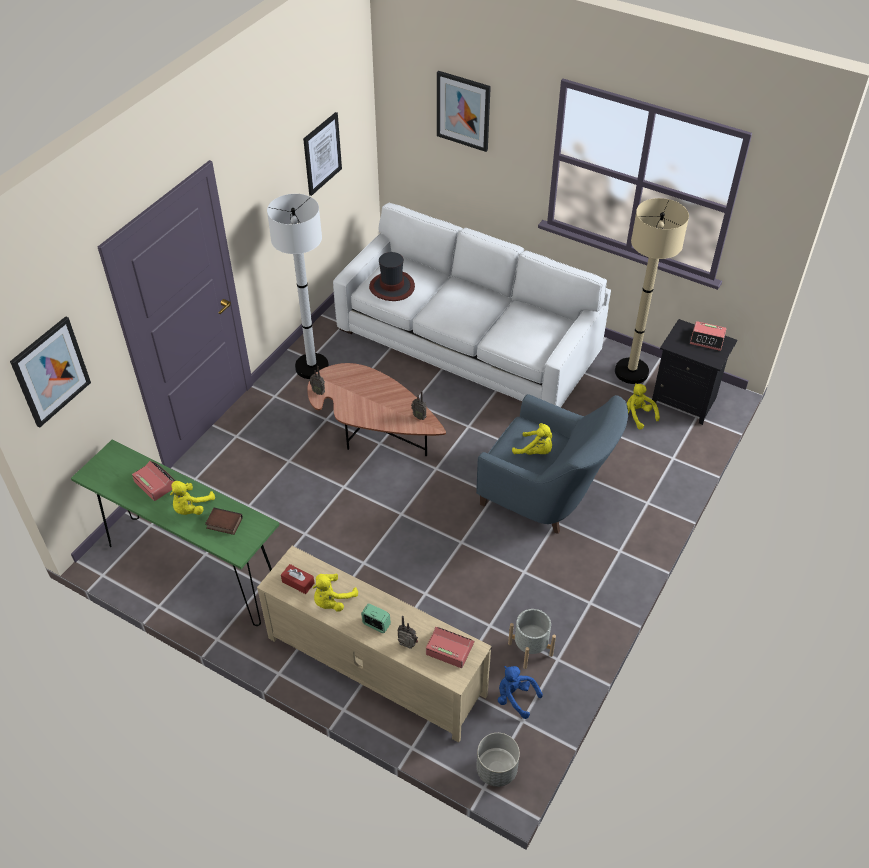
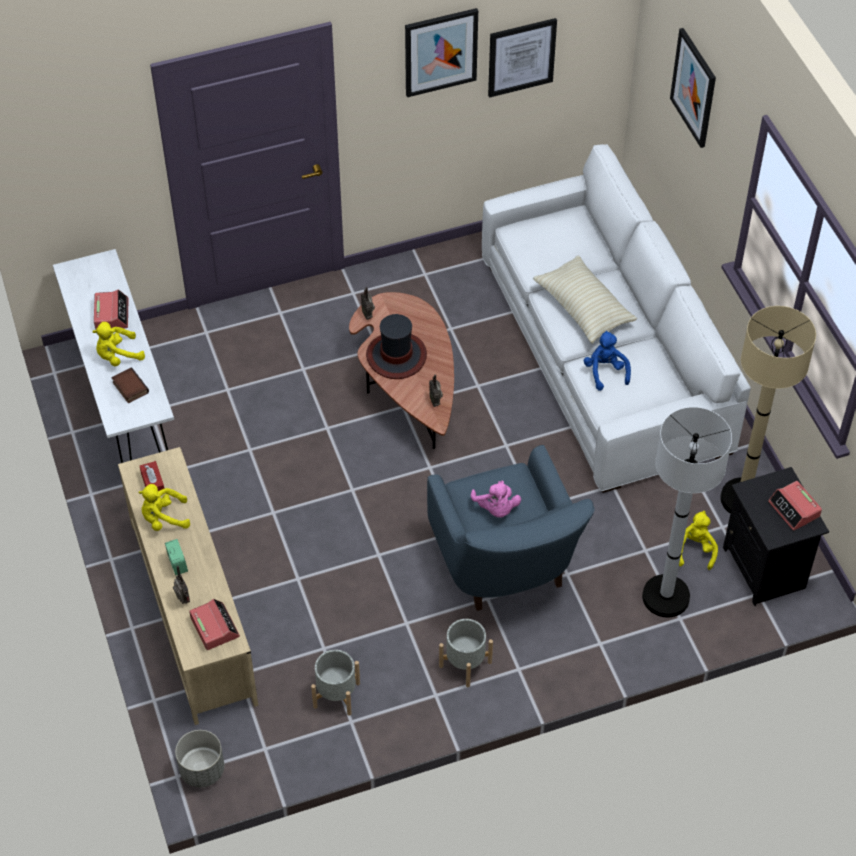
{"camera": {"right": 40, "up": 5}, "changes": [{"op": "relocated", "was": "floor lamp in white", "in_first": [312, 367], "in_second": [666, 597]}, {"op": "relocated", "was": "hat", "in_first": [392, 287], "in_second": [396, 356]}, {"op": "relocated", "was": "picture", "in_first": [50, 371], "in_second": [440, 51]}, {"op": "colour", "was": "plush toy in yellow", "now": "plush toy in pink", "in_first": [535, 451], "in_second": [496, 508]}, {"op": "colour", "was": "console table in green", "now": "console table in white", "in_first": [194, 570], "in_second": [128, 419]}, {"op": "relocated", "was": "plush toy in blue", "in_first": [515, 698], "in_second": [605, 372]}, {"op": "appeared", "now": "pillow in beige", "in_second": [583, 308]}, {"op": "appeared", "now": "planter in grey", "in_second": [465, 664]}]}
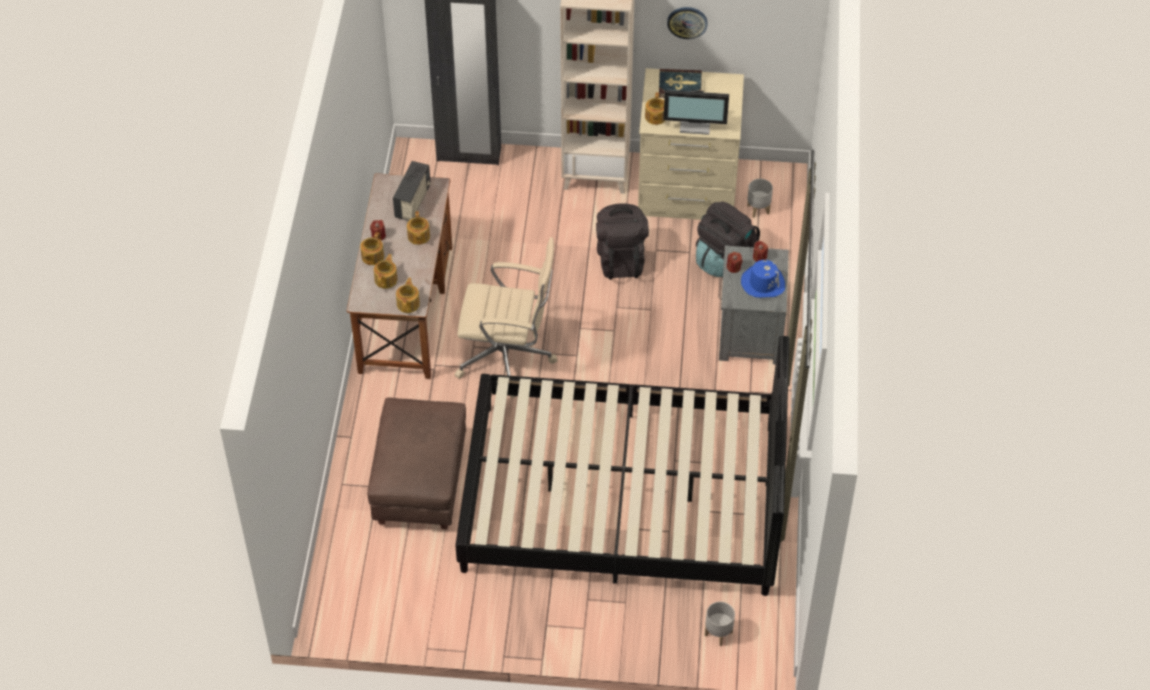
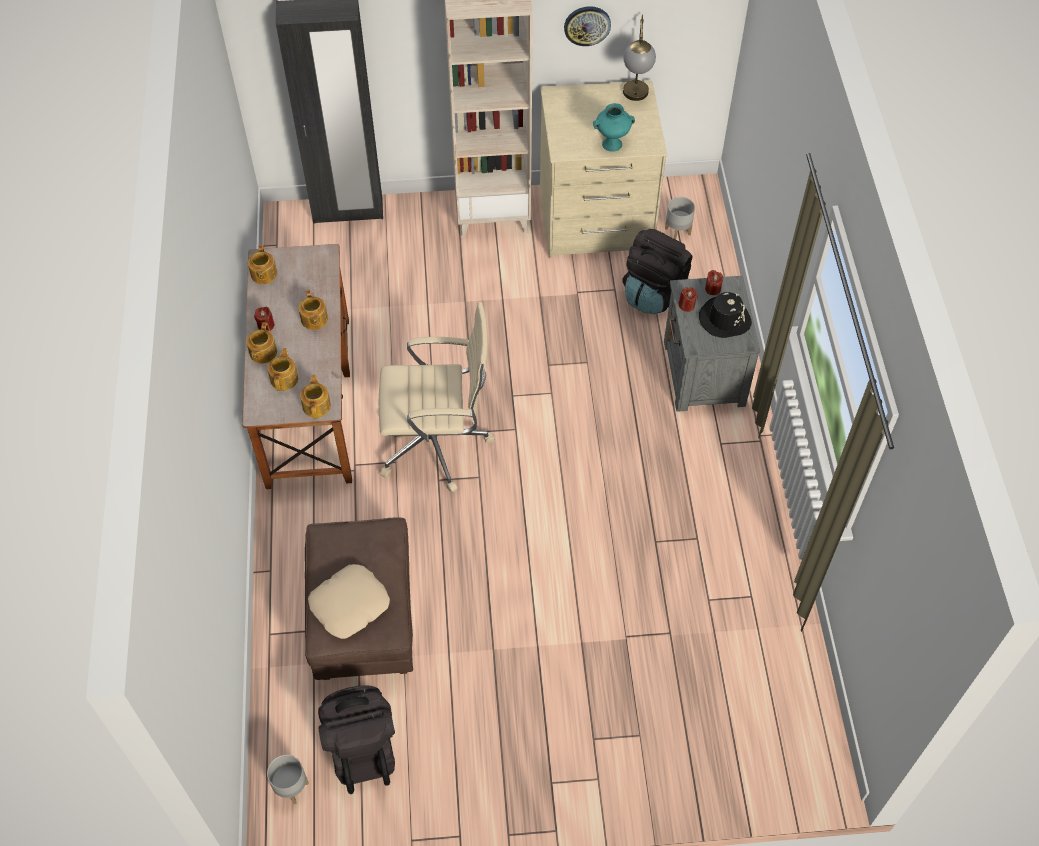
{"camera": {"right": -10, "up": 5}, "changes": [{"op": "missing", "was": "book", "in_first": [680, 86]}, {"op": "exchanged", "was": "monitor", "now": "vase in turquoise", "in_first": [695, 124], "in_second": [612, 144]}, {"op": "relocated", "was": "teapot", "in_first": [655, 117], "in_second": [263, 275]}, {"op": "missing", "was": "radio", "in_first": [413, 202]}, {"op": "relocated", "was": "backpack in black", "in_first": [621, 259], "in_second": [362, 748]}, {"op": "colour", "was": "hat in blue", "now": "hat in black", "in_first": [763, 283], "in_second": [724, 319]}, {"op": "missing", "was": "bed in black", "in_first": [622, 499]}, {"op": "relocated", "was": "planter in grey", "in_first": [718, 634], "in_second": [291, 788]}, {"op": "appeared", "now": "table lamp", "in_second": [635, 98]}, {"op": "appeared", "now": "pillow in beige", "in_second": [350, 605]}]}
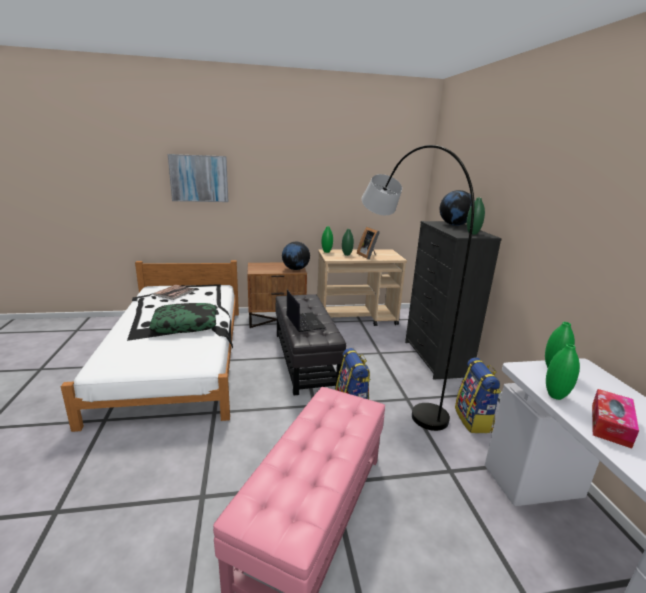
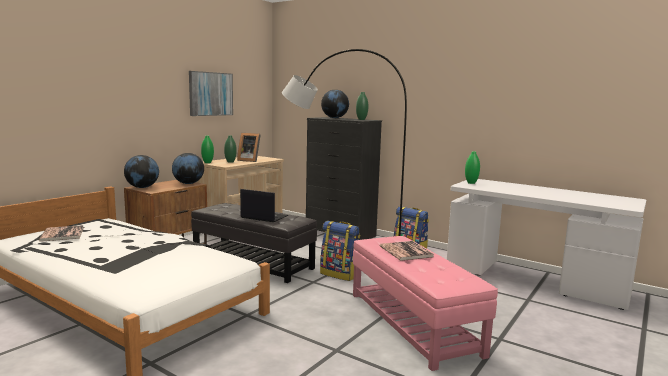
{"camera": {"right": -45, "up": -10}, "changes": [{"op": "relocated", "was": "picture", "in_first": [199, 178], "in_second": [210, 94]}, {"op": "missing", "was": "pillow", "in_first": [185, 324]}, {"op": "missing", "was": "vase in green", "in_first": [555, 396]}, {"op": "missing", "was": "tissue box", "in_first": [610, 424]}, {"op": "appeared", "now": "globe", "in_second": [142, 187]}, {"op": "appeared", "now": "book", "in_second": [406, 251]}]}
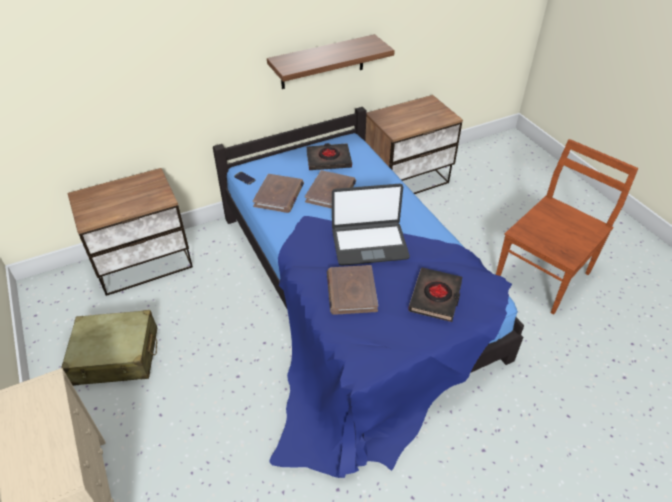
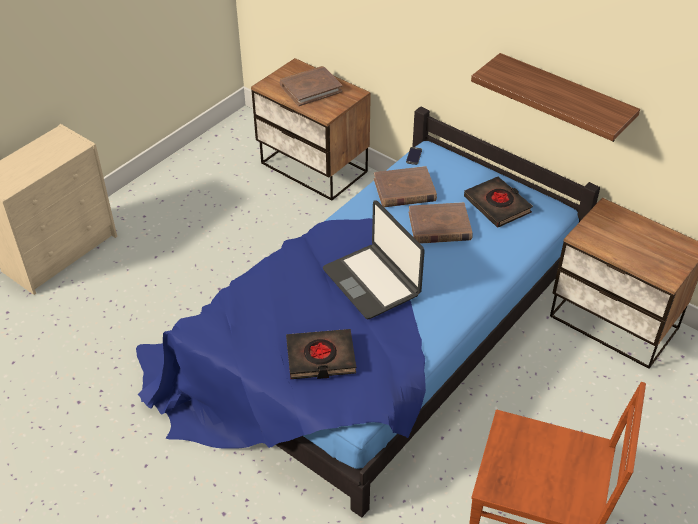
{"camera": {"right": 65, "up": 0}, "changes": [{"op": "relocated", "was": "book in brown", "in_first": [351, 292], "in_second": [310, 88]}, {"op": "missing", "was": "suitcase in beige", "in_first": [117, 356]}]}
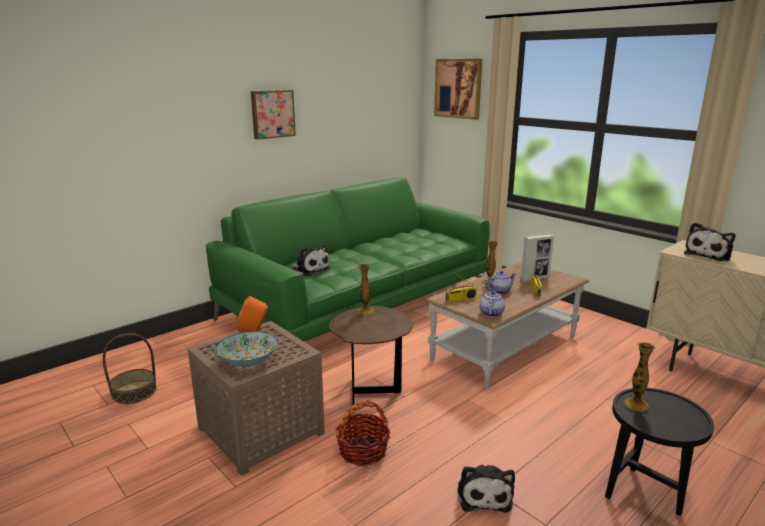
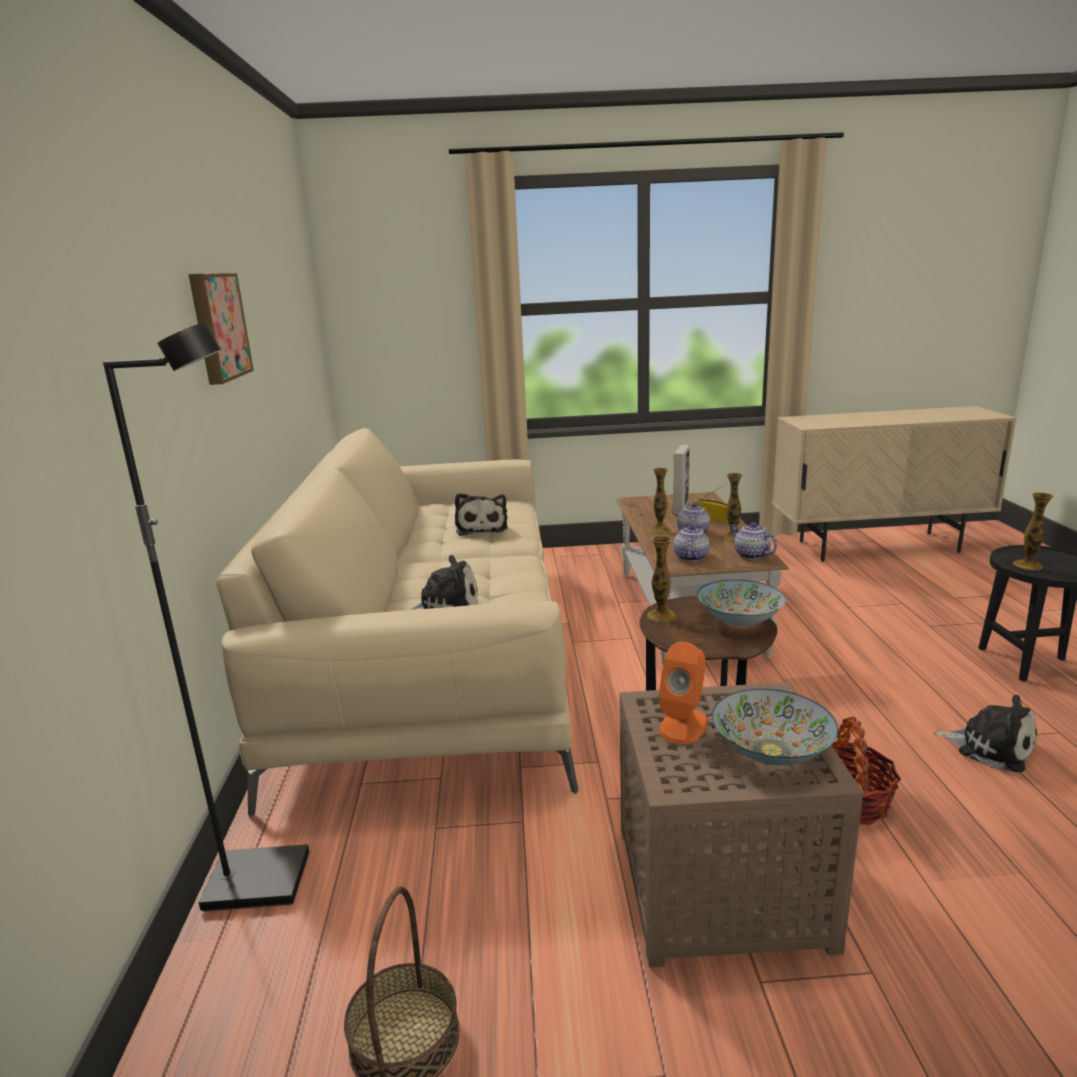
{"camera": {"right": -50, "up": 0}, "changes": [{"op": "missing", "was": "picture", "in_first": [458, 88]}, {"op": "colour", "was": "sofa in green", "now": "sofa in beige", "in_first": [360, 305], "in_second": [435, 655]}, {"op": "relocated", "was": "plush toy", "in_first": [708, 255], "in_second": [481, 528]}, {"op": "exchanged", "was": "radio", "now": "teapot", "in_first": [460, 299], "in_second": [690, 557]}, {"op": "appeared", "now": "floor lamp in black", "in_second": [260, 880]}, {"op": "appeared", "now": "vase", "in_second": [733, 537]}, {"op": "appeared", "now": "bowl", "in_second": [739, 620]}]}
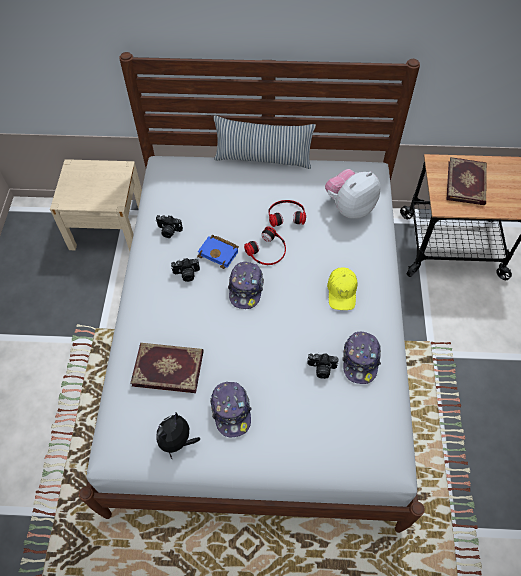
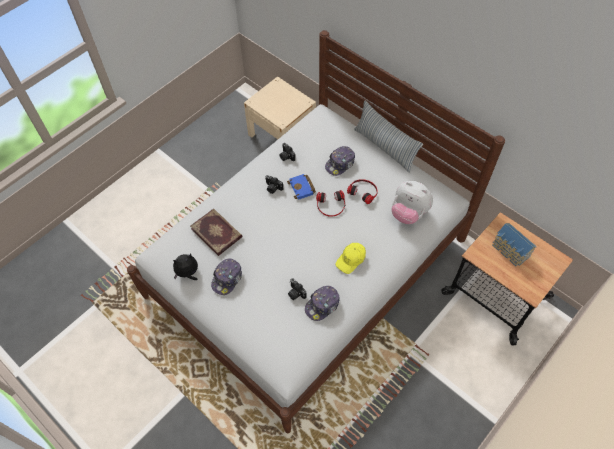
{"camera": {"right": 40, "up": 0}, "changes": [{"op": "exchanged", "was": "book", "now": "toy house", "in_first": [467, 183], "in_second": [510, 250]}, {"op": "spun", "was": "plush toy", "in_first": [349, 207], "in_second": [408, 213], "clockwise": -150}, {"op": "relocated", "was": "cap", "in_first": [246, 288], "in_second": [340, 164]}]}
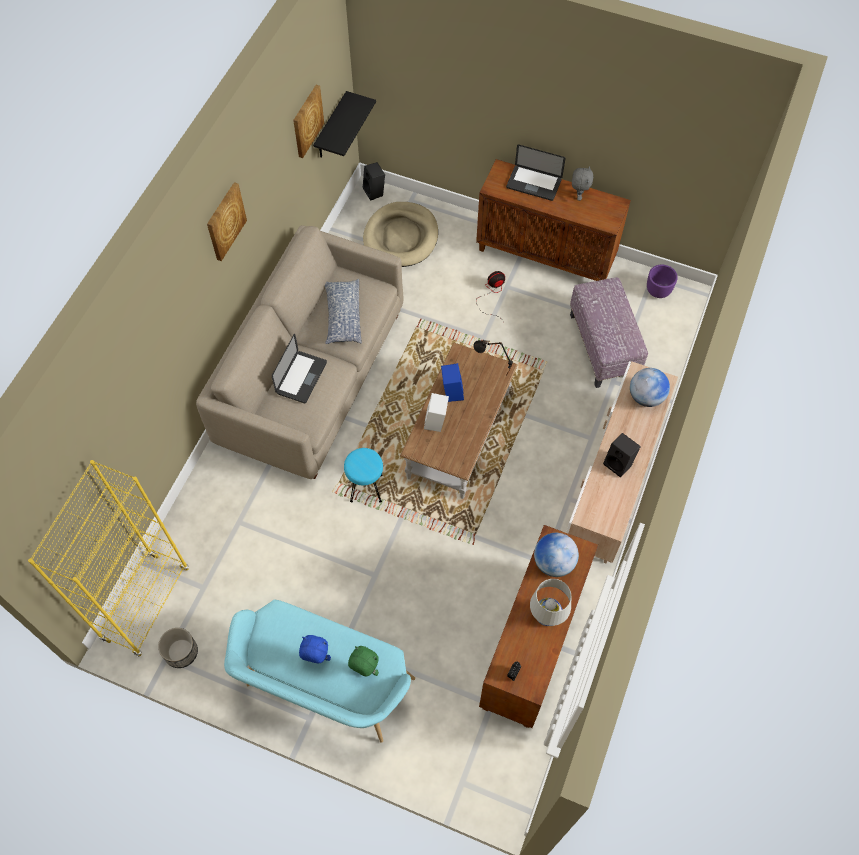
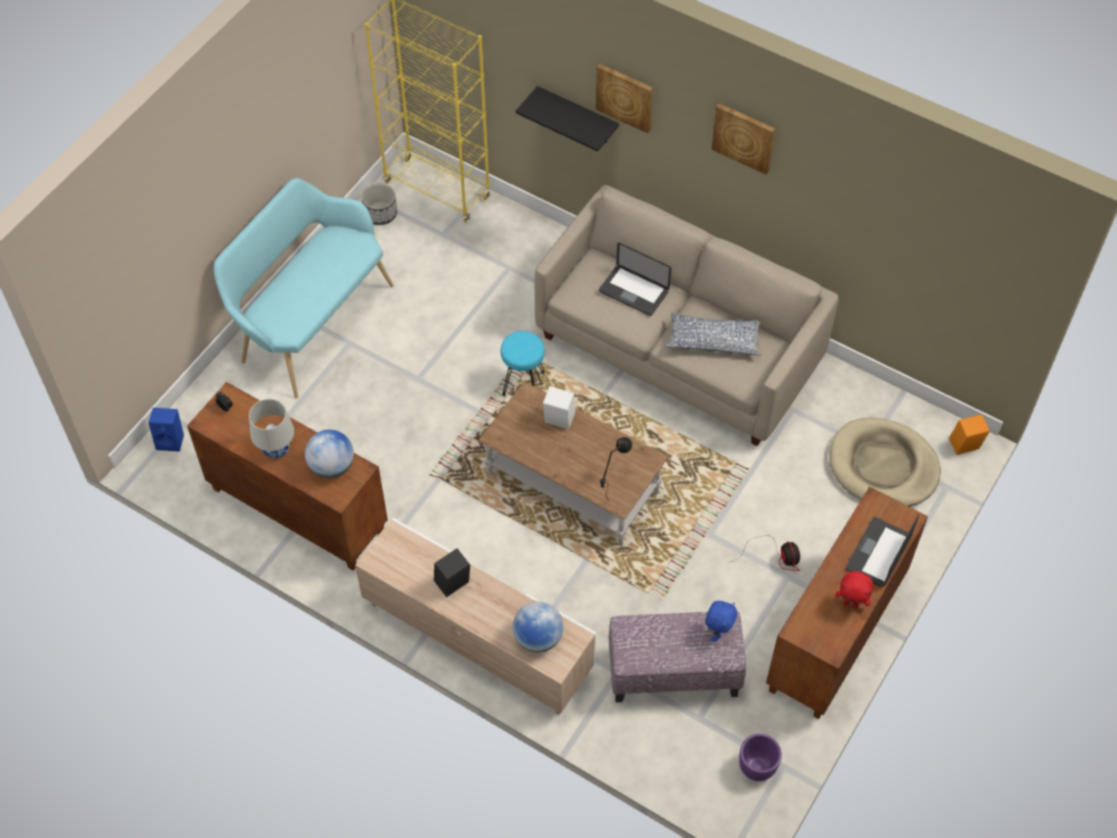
{"camera": {"right": 100, "up": -5}, "changes": [{"op": "relocated", "was": "picture", "in_first": [307, 121], "in_second": [625, 97]}, {"op": "relocated", "was": "shelf in black", "in_first": [331, 127], "in_second": [577, 116]}, {"op": "colour", "was": "speaker in black", "now": "speaker in orange", "in_first": [375, 192], "in_second": [964, 447]}, {"op": "colour", "was": "plush toy in grey", "now": "plush toy in red", "in_first": [578, 196], "in_second": [851, 603]}, {"op": "relocated", "was": "speaker in blue", "in_first": [451, 392], "in_second": [171, 440]}, {"op": "relocated", "was": "plush toy in blue", "in_first": [316, 658], "in_second": [718, 631]}, {"op": "missing", "was": "plush toy in green", "in_first": [364, 669]}]}
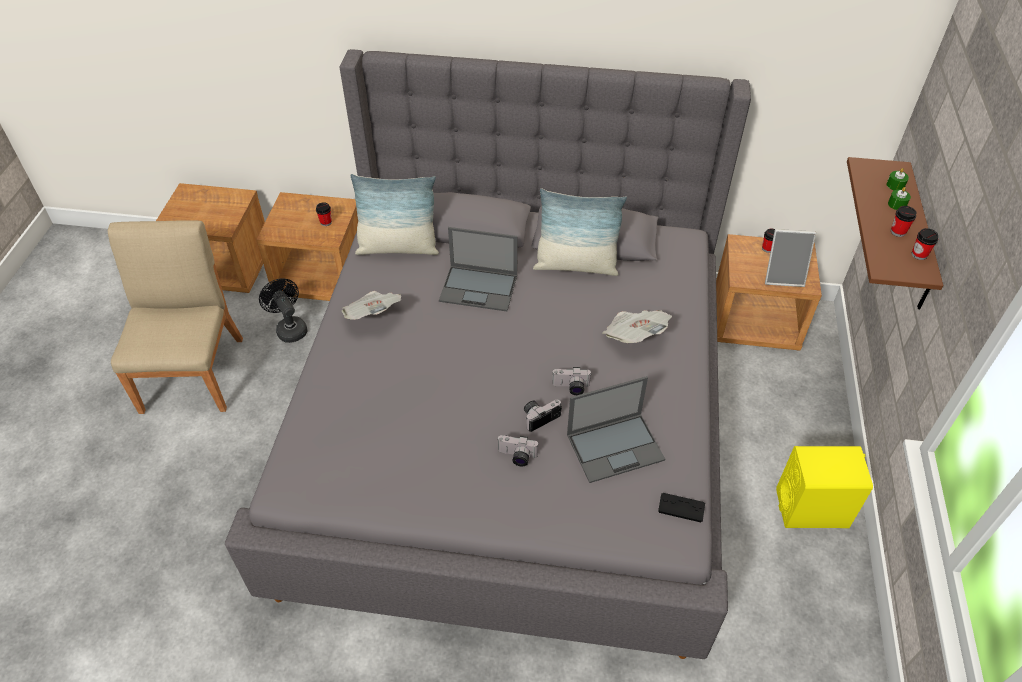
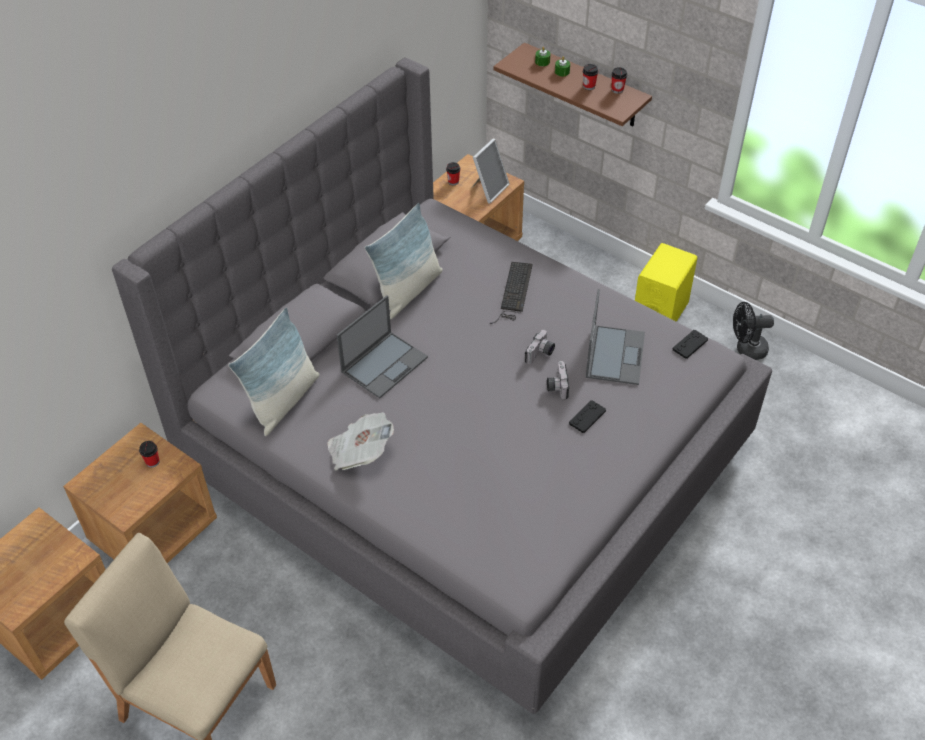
{"camera": {"right": -60, "up": 0}, "changes": [{"op": "relocated", "was": "fan in black", "in_first": [289, 328], "in_second": [746, 349]}, {"op": "exchanged", "was": "newspaper", "now": "keyboard", "in_first": [634, 336], "in_second": [514, 293]}, {"op": "exchanged", "was": "photo camera", "now": "game controller in black", "in_first": [516, 457], "in_second": [587, 417]}]}
